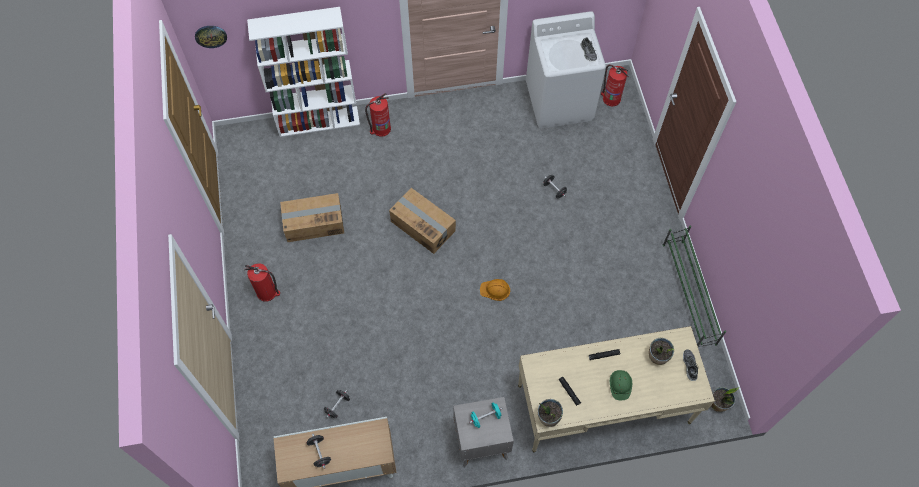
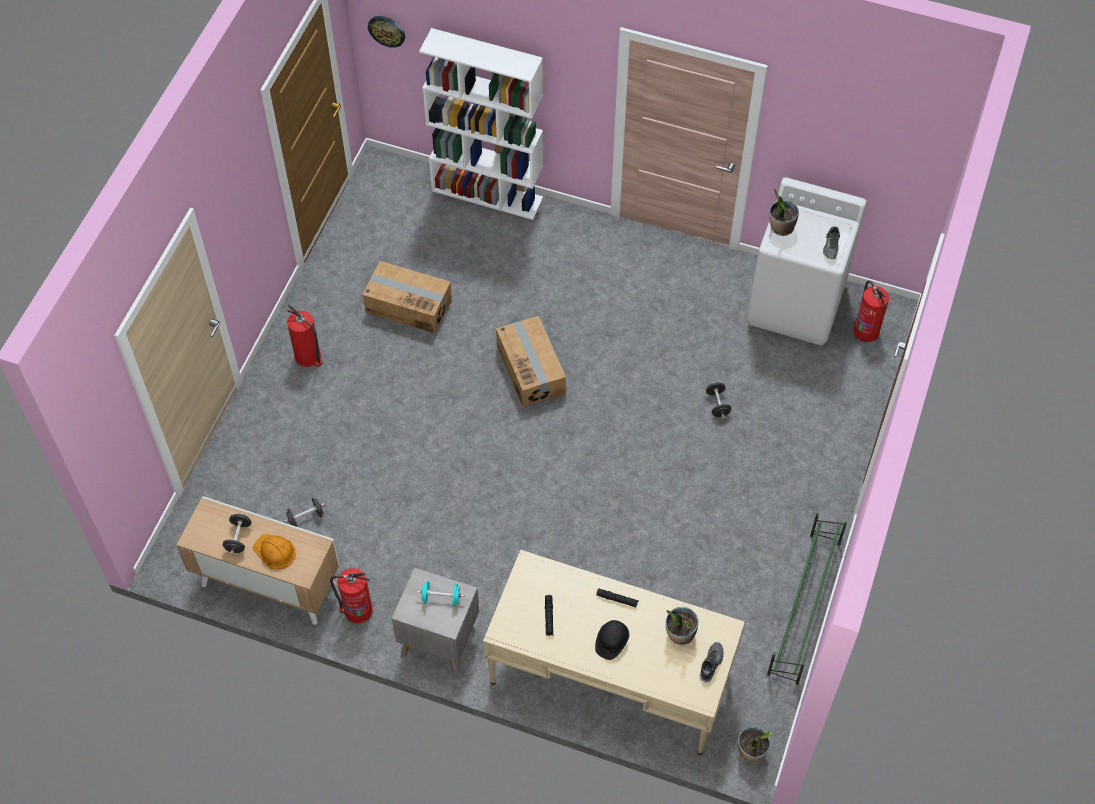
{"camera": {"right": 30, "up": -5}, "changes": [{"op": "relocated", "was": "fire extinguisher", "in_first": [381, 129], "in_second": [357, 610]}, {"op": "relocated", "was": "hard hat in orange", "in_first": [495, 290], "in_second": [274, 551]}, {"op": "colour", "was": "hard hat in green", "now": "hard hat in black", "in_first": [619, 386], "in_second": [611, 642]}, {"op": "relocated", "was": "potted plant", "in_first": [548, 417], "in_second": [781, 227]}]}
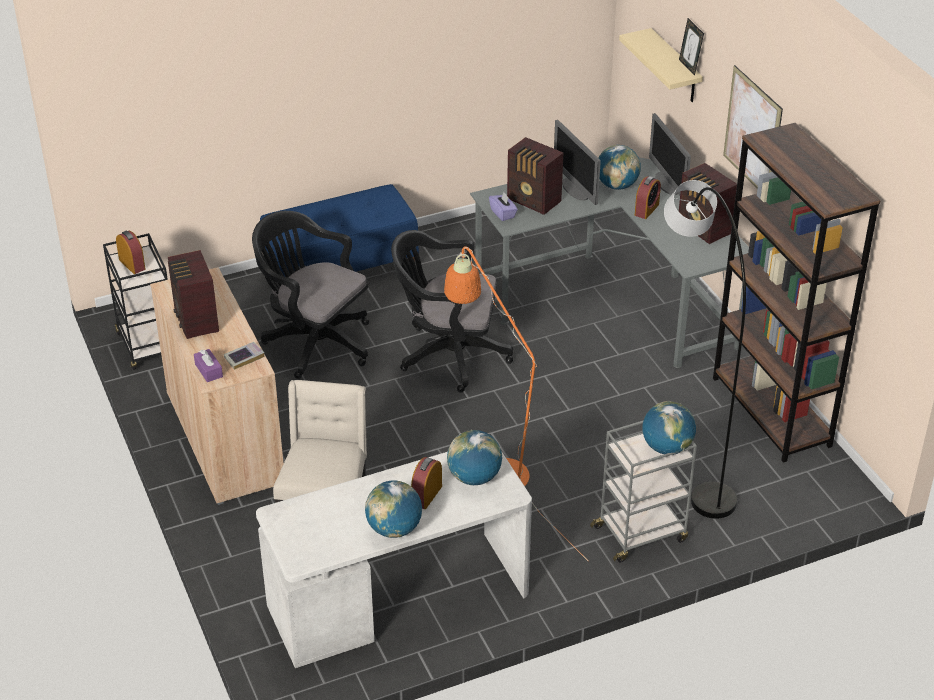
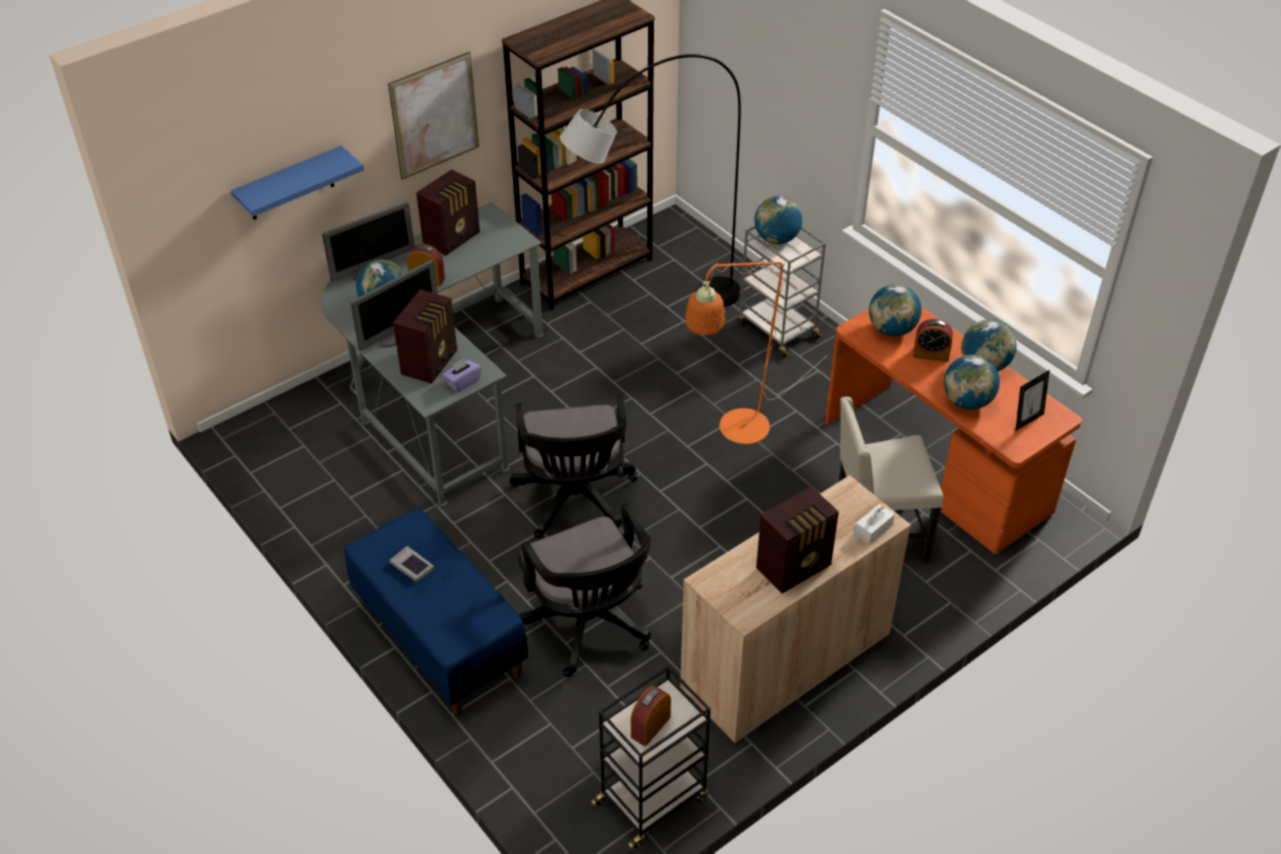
{"camera": {"right": -105, "up": 5}, "changes": [{"op": "relocated", "was": "picture frame", "in_first": [689, 67], "in_second": [1027, 420]}, {"op": "colour", "was": "shelf in beige", "now": "shelf in blue", "in_first": [675, 67], "in_second": [290, 184]}, {"op": "spun", "was": "office chair in black", "in_first": [314, 342], "in_second": [589, 627], "clockwise": -45}, {"op": "relocated", "was": "book", "in_first": [244, 357], "in_second": [412, 566]}, {"op": "colour", "was": "tissue box in purple", "now": "tissue box in white", "in_first": [208, 370], "in_second": [873, 529]}, {"op": "colour", "was": "desk in white", "now": "desk in orange", "in_first": [398, 600], "in_second": [936, 465]}, {"op": "appeared", "now": "globe", "in_second": [967, 402]}]}
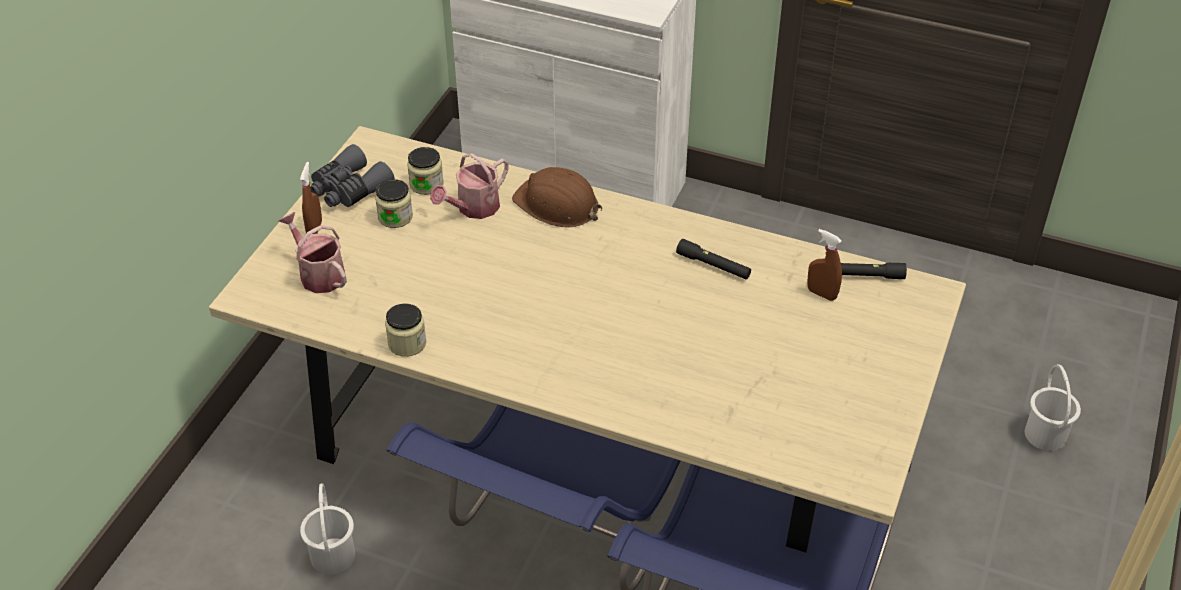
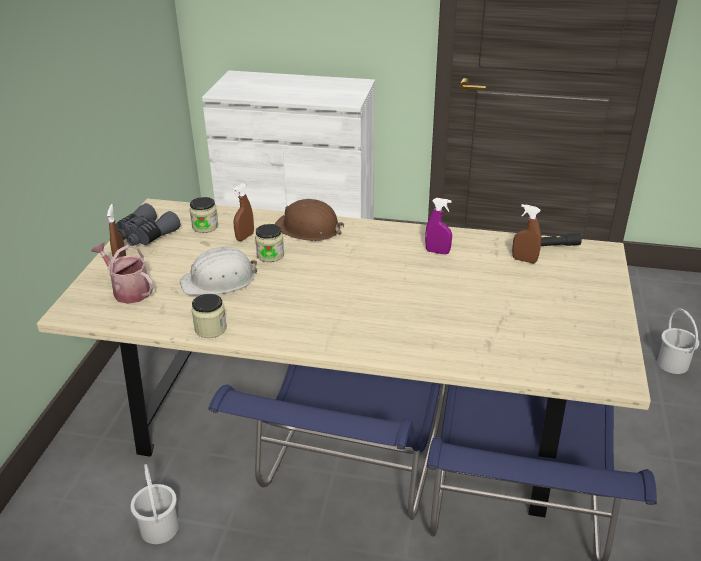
{"camera": {"right": -10, "up": -10}, "changes": [{"op": "exchanged", "was": "watering can", "now": "spray bottle in brown", "in_first": [473, 208], "in_second": [245, 237]}, {"op": "relocated", "was": "jar", "in_first": [395, 217], "in_second": [270, 255]}, {"op": "exchanged", "was": "flashlight in black", "now": "spray bottle in purple", "in_first": [713, 265], "in_second": [437, 252]}, {"op": "appeared", "now": "hard hat in white", "in_second": [219, 280]}]}
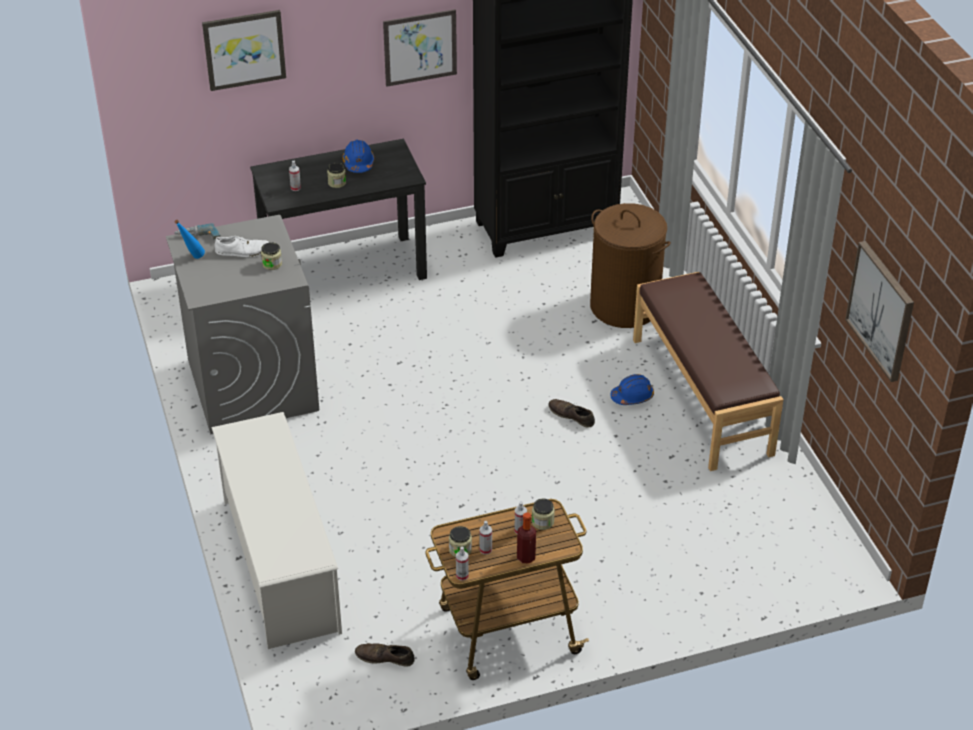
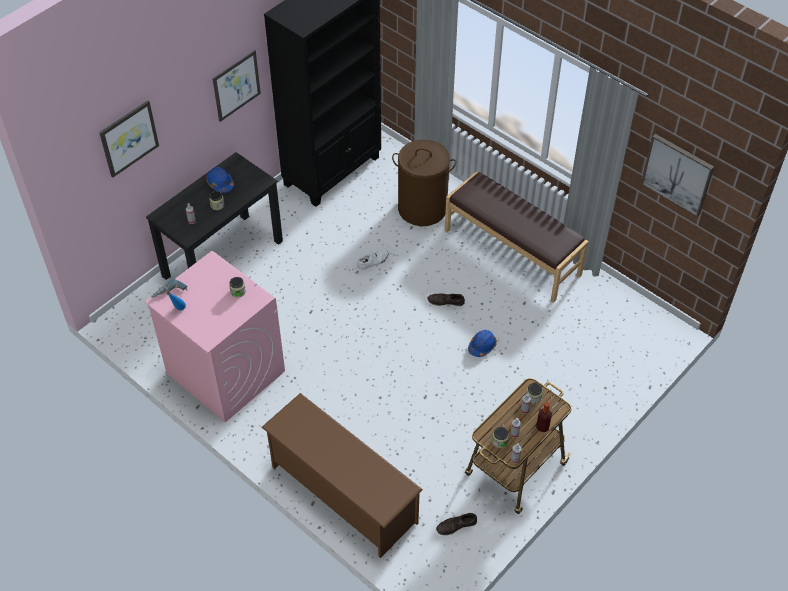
{"camera": {"right": -30, "up": 10}, "changes": [{"op": "colour", "was": "washing machine in grey", "now": "washing machine in pink", "in_first": [251, 384], "in_second": [224, 372]}, {"op": "relocated", "was": "shoe in white", "in_first": [242, 251], "in_second": [373, 261]}, {"op": "relocated", "was": "hard hat in blue", "in_first": [632, 396], "in_second": [482, 346]}, {"op": "colour", "was": "shoe rack in white", "now": "shoe rack in brown", "in_first": [280, 564], "in_second": [342, 494]}]}
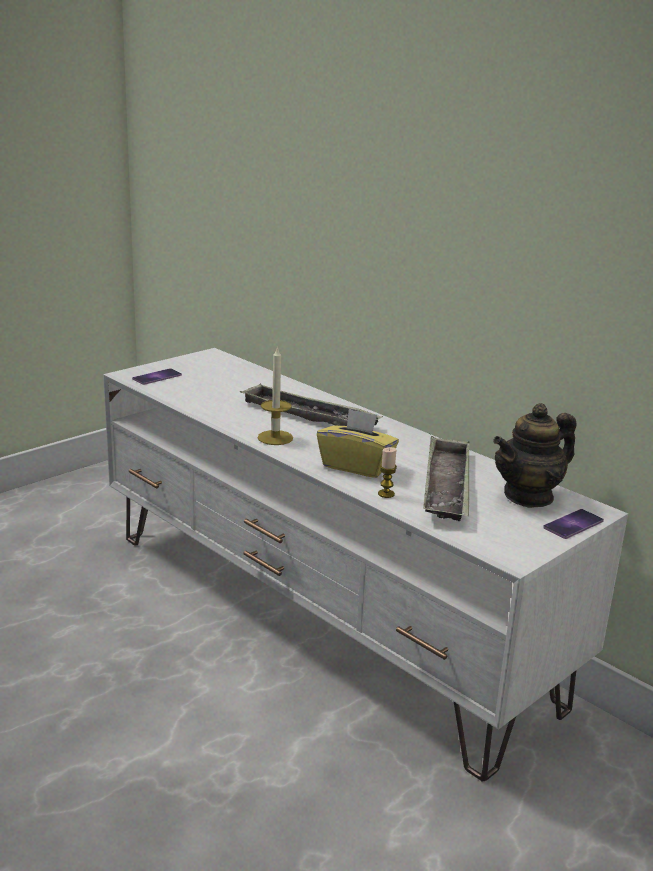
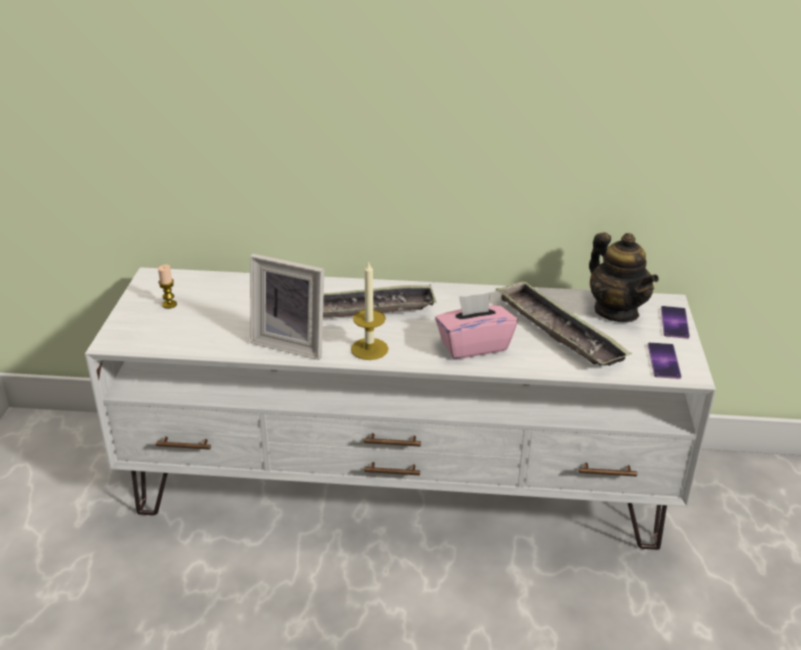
{"camera": {"right": -40, "up": 10}, "changes": [{"op": "relocated", "was": "phone", "in_first": [157, 377], "in_second": [663, 361]}, {"op": "spun", "was": "teapot", "in_first": [528, 496], "in_second": [616, 311], "clockwise": -45}, {"op": "colour", "was": "tissue box in yellow", "now": "tissue box in pink", "in_first": [356, 466], "in_second": [473, 345]}, {"op": "relocated", "was": "candle", "in_first": [386, 494], "in_second": [169, 304]}, {"op": "appeared", "now": "picture frame", "in_second": [292, 343]}]}
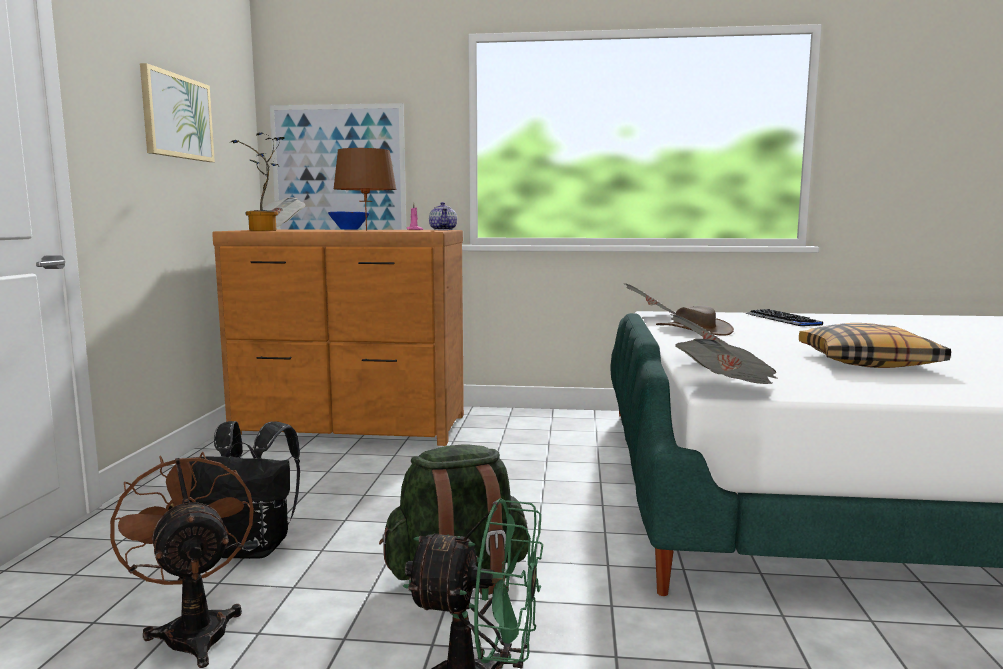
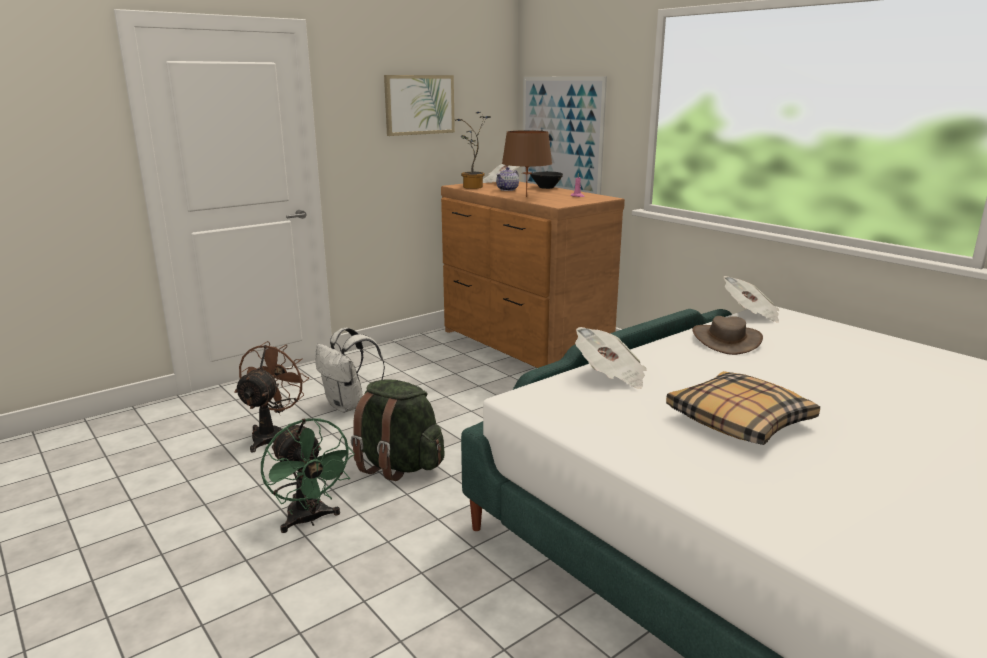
{"camera": {"right": 45, "up": 10}, "changes": [{"op": "relocated", "was": "teapot", "in_first": [443, 229], "in_second": [508, 189]}, {"op": "colour", "was": "bowl in blue", "now": "bowl in black", "in_first": [349, 229], "in_second": [545, 187]}, {"op": "missing", "was": "keyboard", "in_first": [782, 319]}, {"op": "missing", "was": "newspaper", "in_first": [728, 390]}, {"op": "colour", "was": "backpack in black", "now": "backpack in white", "in_first": [252, 548], "in_second": [349, 406]}]}
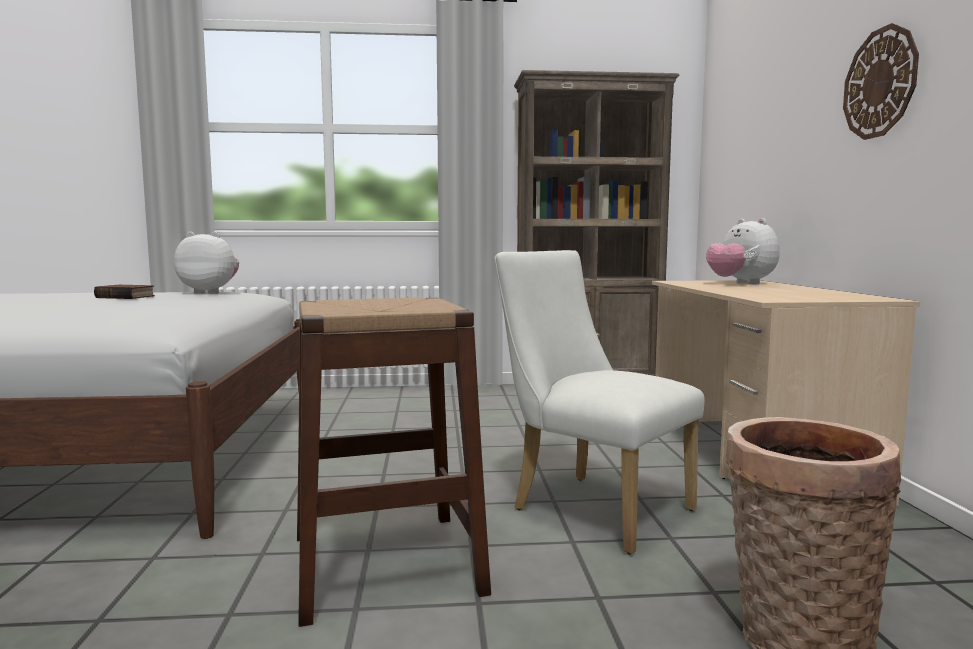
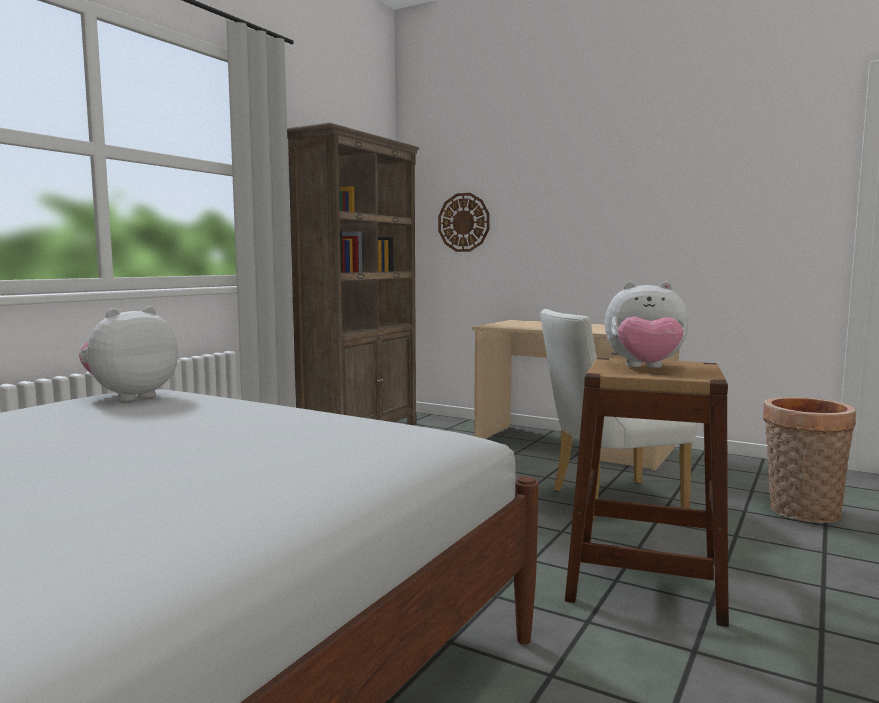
{"camera": {"right": -55, "up": 0}, "changes": [{"op": "relocated", "was": "wall clock", "in_first": [880, 83], "in_second": [464, 222]}, {"op": "relocated", "was": "plush toy", "in_first": [741, 283], "in_second": [645, 368]}, {"op": "missing", "was": "book", "in_first": [127, 297]}]}
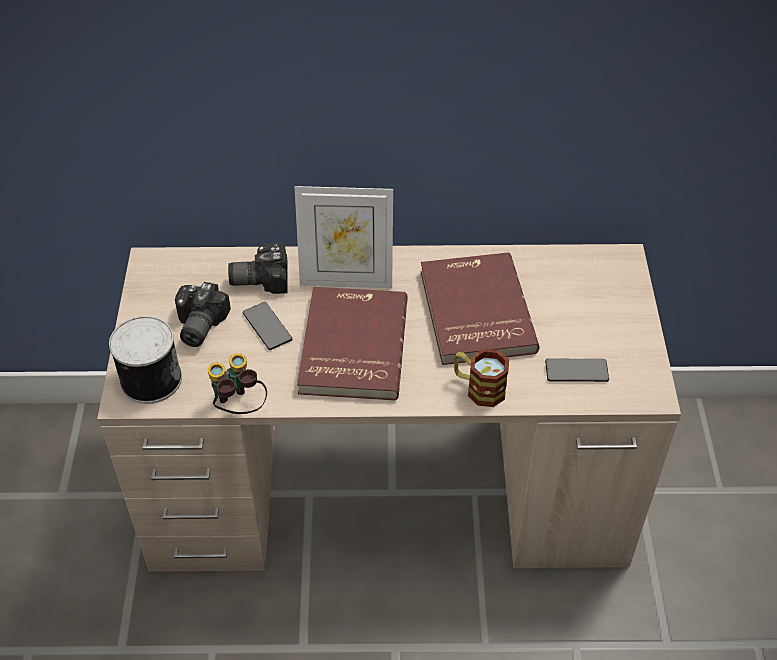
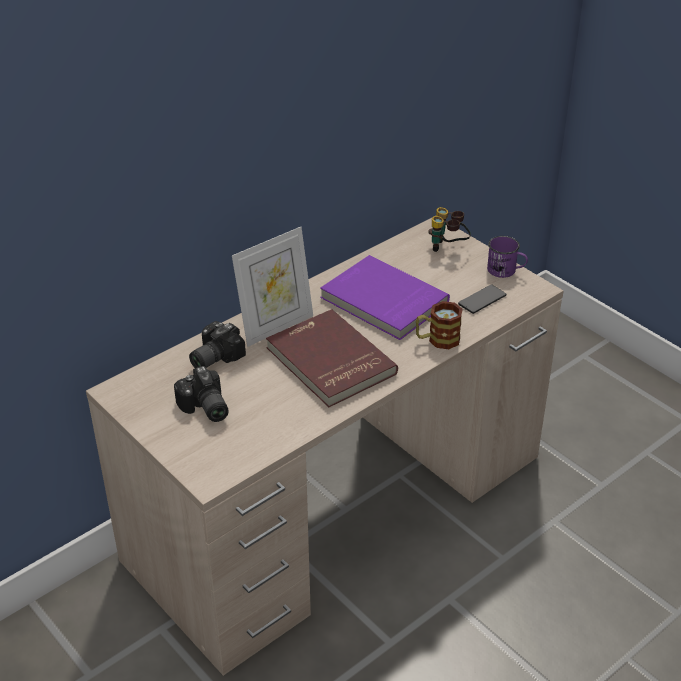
{"camera": {"right": -40, "up": -10}, "changes": [{"op": "colour", "was": "book in red", "now": "book in purple", "in_first": [474, 312], "in_second": [382, 301]}, {"op": "missing", "was": "phone", "in_first": [267, 326]}, {"op": "missing", "was": "can", "in_first": [149, 379]}, {"op": "relocated", "was": "binoculars", "in_first": [238, 407], "in_second": [448, 248]}, {"op": "appeared", "now": "mug in purple", "in_second": [506, 271]}]}
